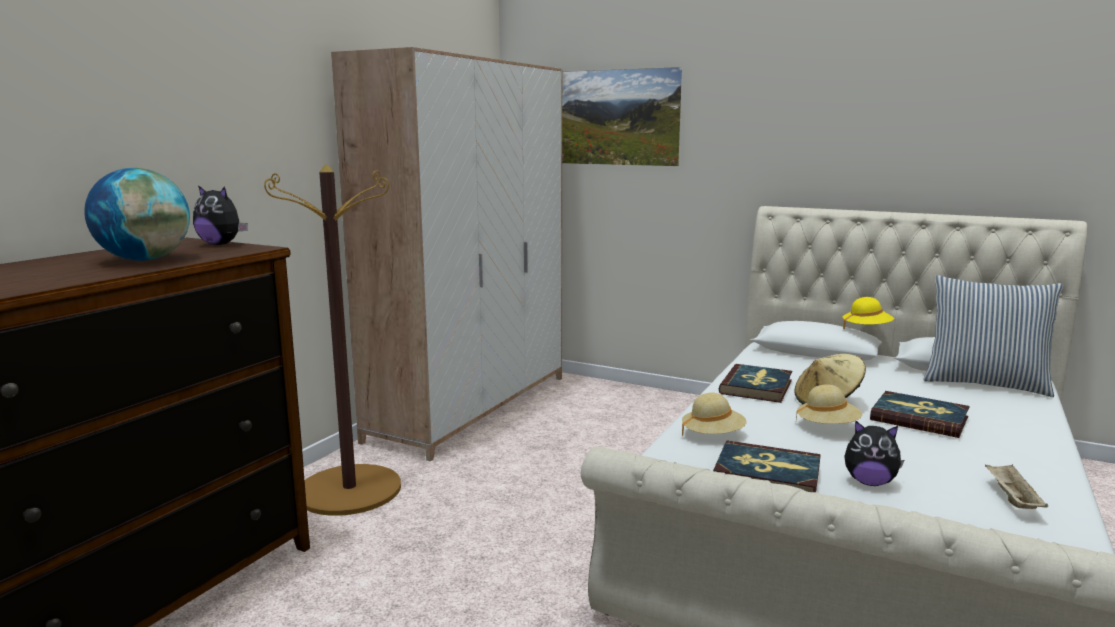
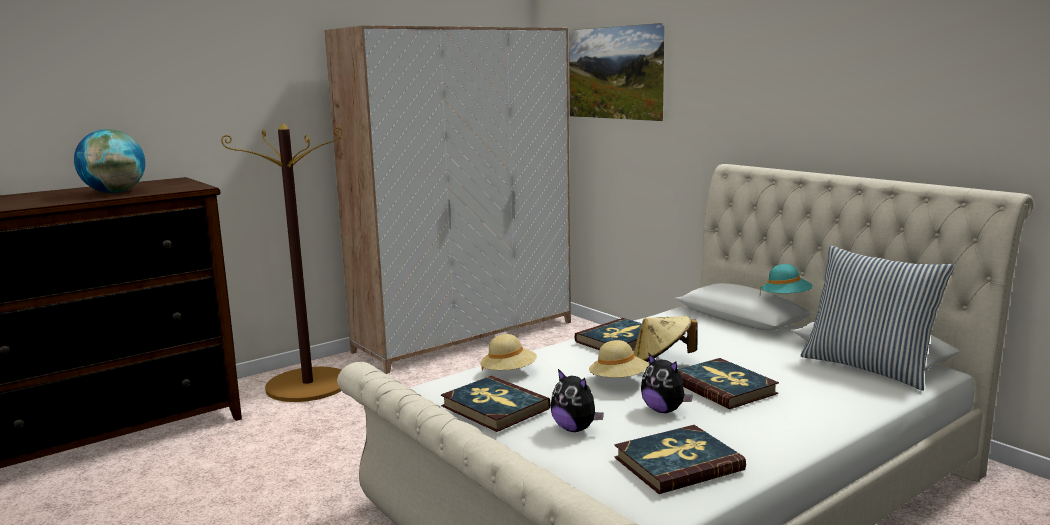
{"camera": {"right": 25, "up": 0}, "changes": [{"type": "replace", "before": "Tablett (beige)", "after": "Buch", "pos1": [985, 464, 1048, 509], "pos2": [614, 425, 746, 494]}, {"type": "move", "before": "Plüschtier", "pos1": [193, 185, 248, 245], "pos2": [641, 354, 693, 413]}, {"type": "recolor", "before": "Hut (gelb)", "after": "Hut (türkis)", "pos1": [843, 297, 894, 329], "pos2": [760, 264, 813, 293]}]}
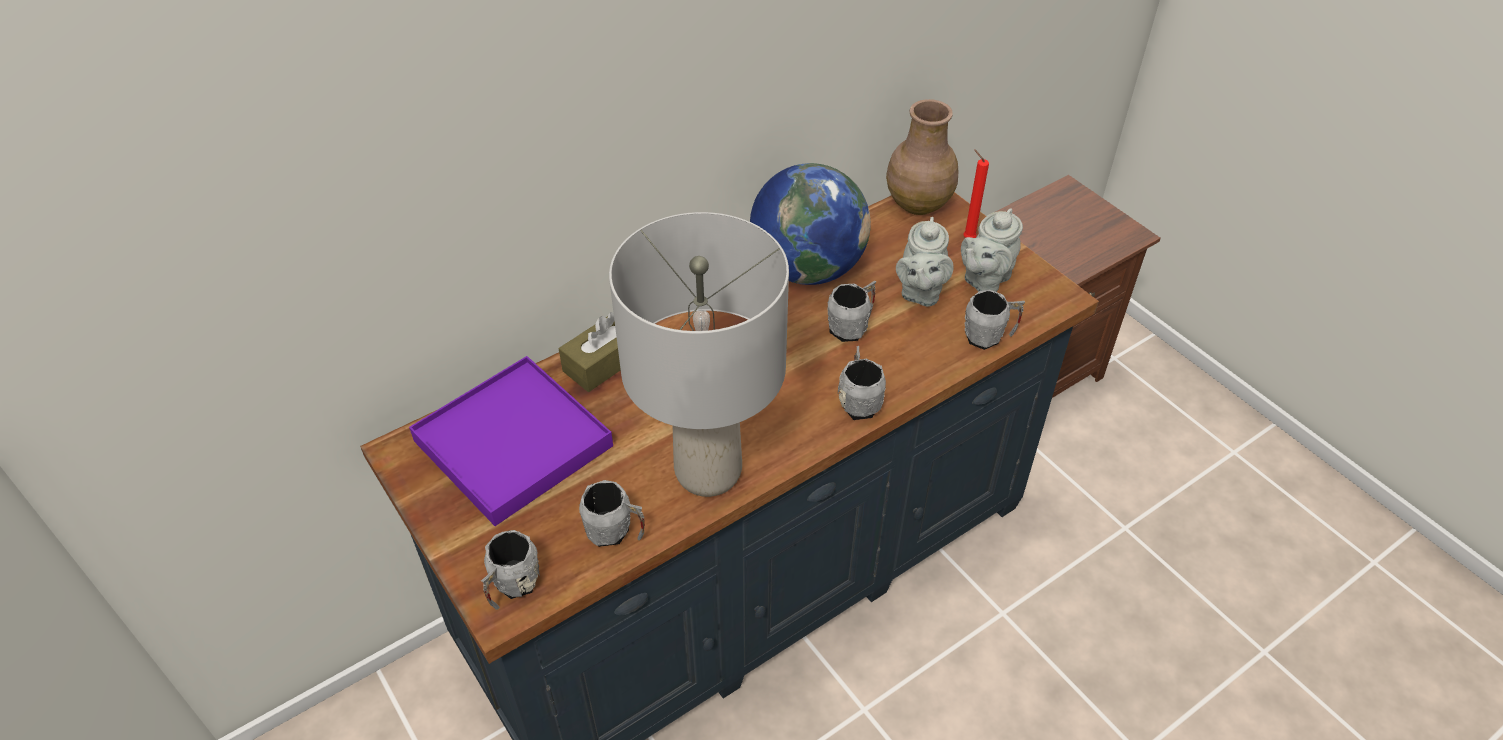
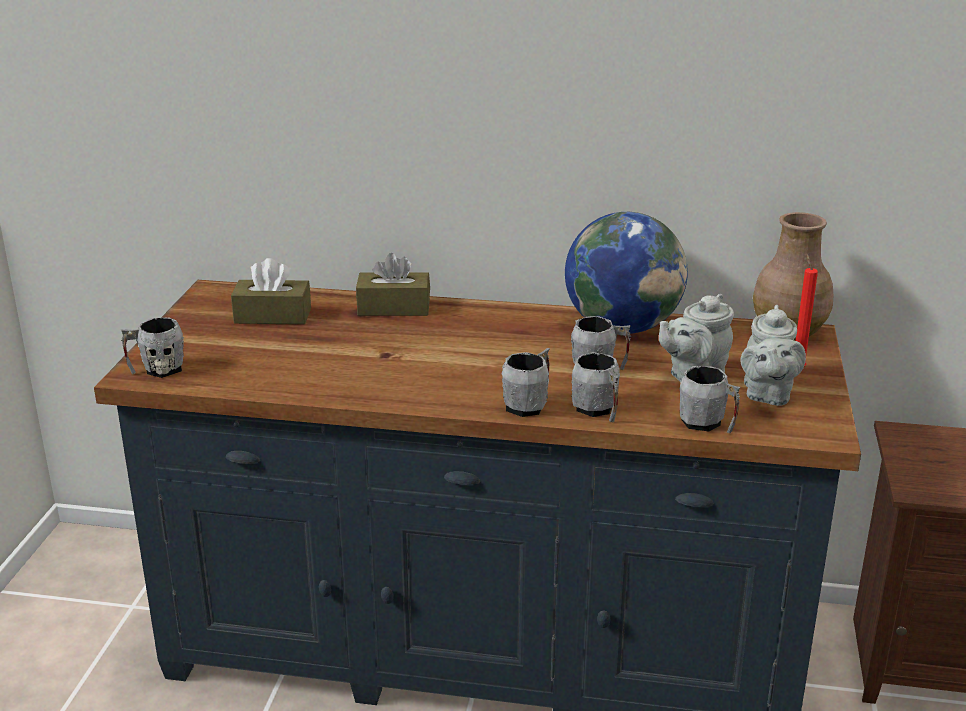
{"camera": {"right": 45, "up": -20}, "changes": [{"type": "replace", "before": "Tablett (lila)", "after": "Taschentuchbox (braun)", "pos1": [409, 356, 613, 526], "pos2": [231, 258, 311, 325]}, {"type": "move", "before": "Henkelbecher (grau)", "pos1": [579, 480, 645, 547], "pos2": [571, 352, 620, 422]}, {"type": "rotate", "before": "Teekanne (grau)", "pos1": [961, 209, 1023, 292], "pos2": [741, 305, 806, 406], "turn": -75}, {"type": "delete", "before": "Tischlampe (grau)", "pos1": [609, 212, 789, 497]}]}
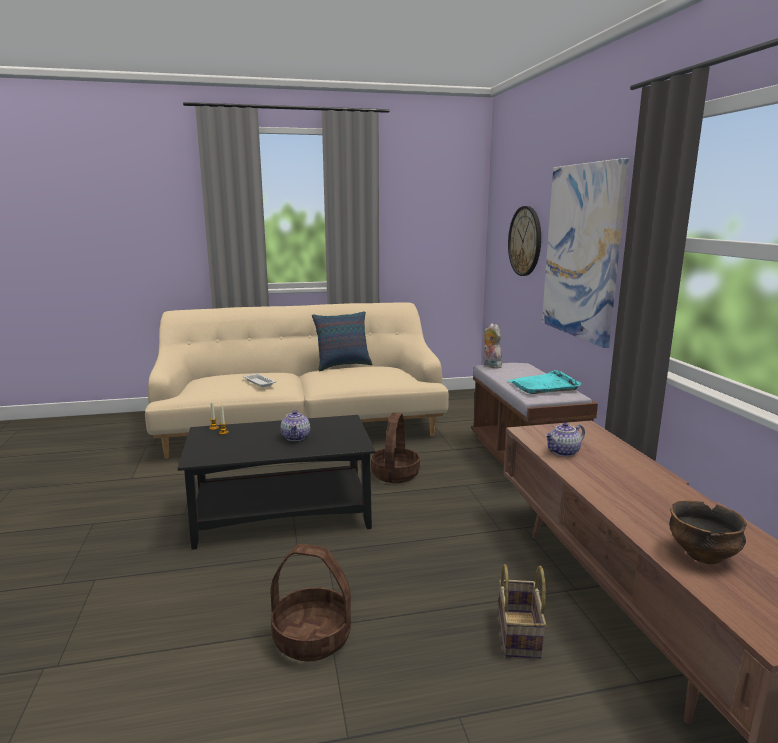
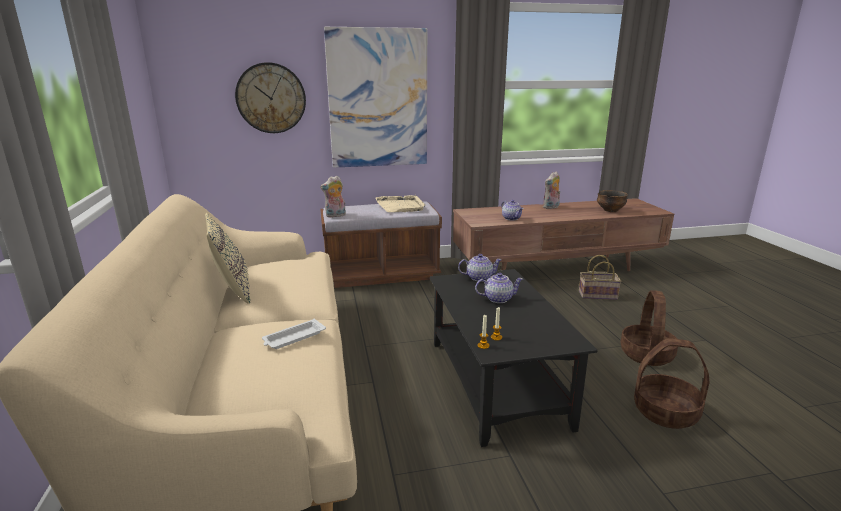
{"camera": {"right": -90, "up": 5}, "changes": [{"type": "recolor", "before": "Kissen (blau)", "after": "Kissen (beige)", "pos1": [312, 311, 373, 372], "pos2": [205, 213, 250, 304]}, {"type": "recolor", "before": "Tablett (türkis)", "after": "Tablett (beige)", "pos1": [508, 370, 582, 394], "pos2": [375, 195, 426, 212]}, {"type": "insert", "after": "Teekanne", "pos2": [458, 254, 502, 282]}, {"type": "insert", "after": "Plüschtier", "pos2": [543, 171, 560, 209]}, {"type": "move", "before": "Korb", "pos1": [371, 413, 420, 483], "pos2": [634, 338, 709, 429]}]}
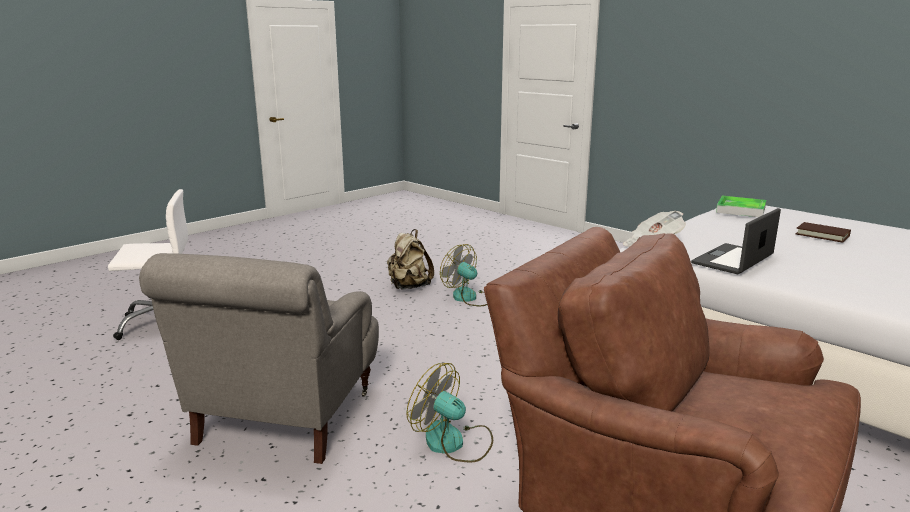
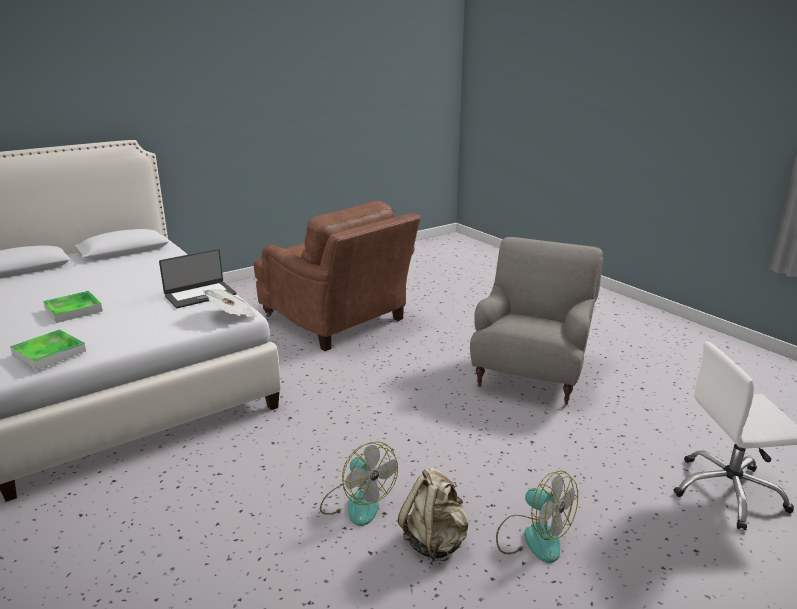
{"camera": {"right": -170, "up": 5}, "changes": [{"type": "replace", "before": "Buch (braun)", "after": "Tablett", "pos1": [796, 222, 851, 243], "pos2": [43, 291, 103, 323]}, {"type": "move", "before": "Ventilator", "pos1": [406, 363, 493, 463], "pos2": [496, 470, 578, 563]}]}
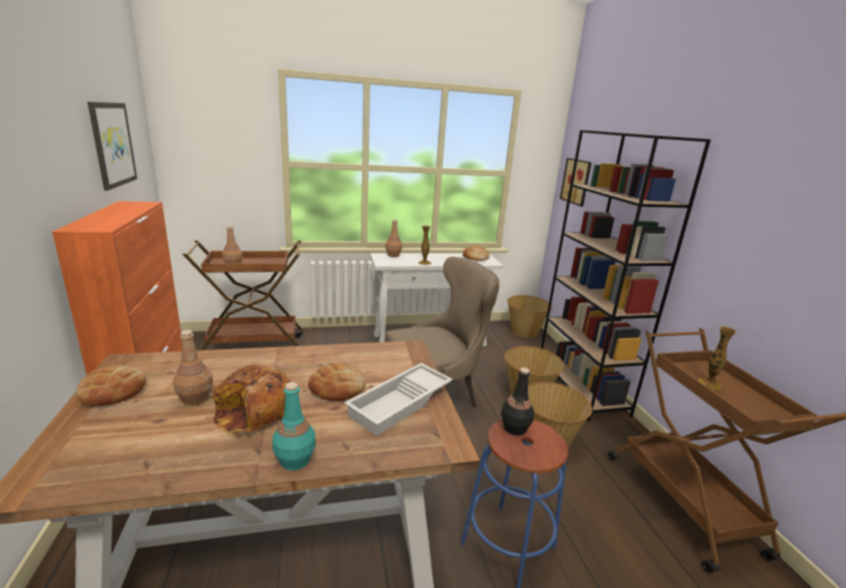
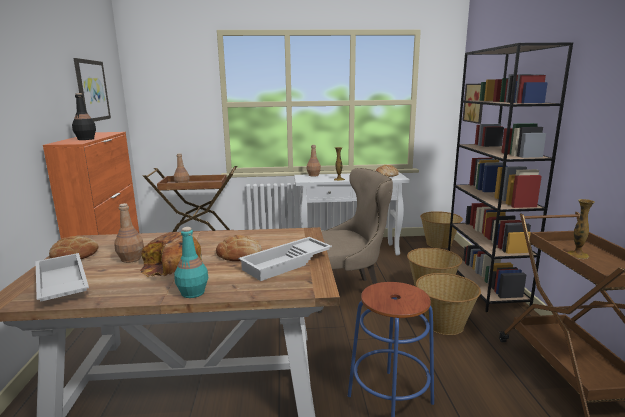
{"camera": {"right": 10, "up": -5}, "changes": [{"type": "insert", "after": "Tablett (weiß)", "pos2": [35, 253, 89, 302]}, {"type": "move", "before": "Flasche (schwarz)", "pos1": [501, 367, 534, 436], "pos2": [72, 93, 96, 140]}]}
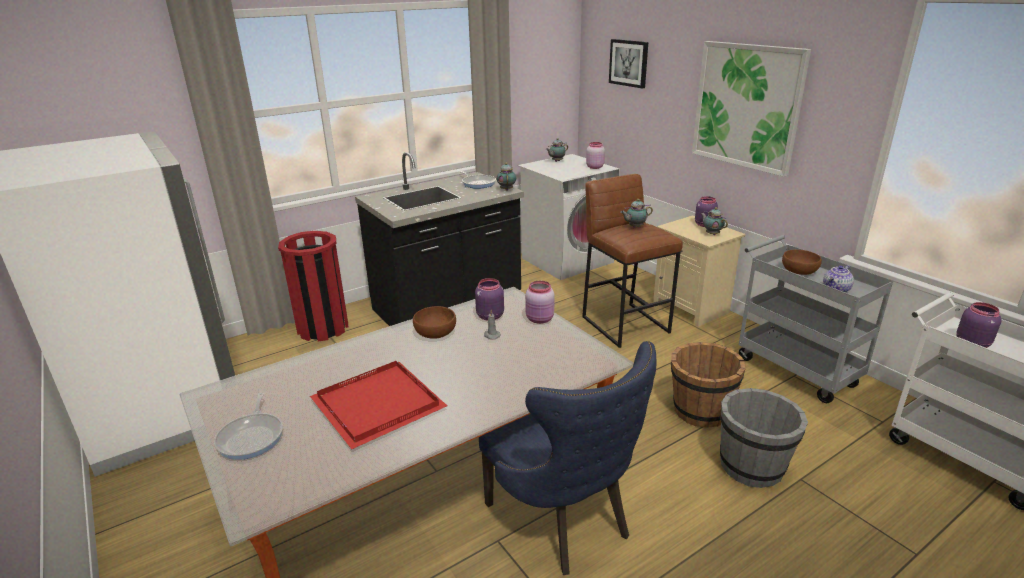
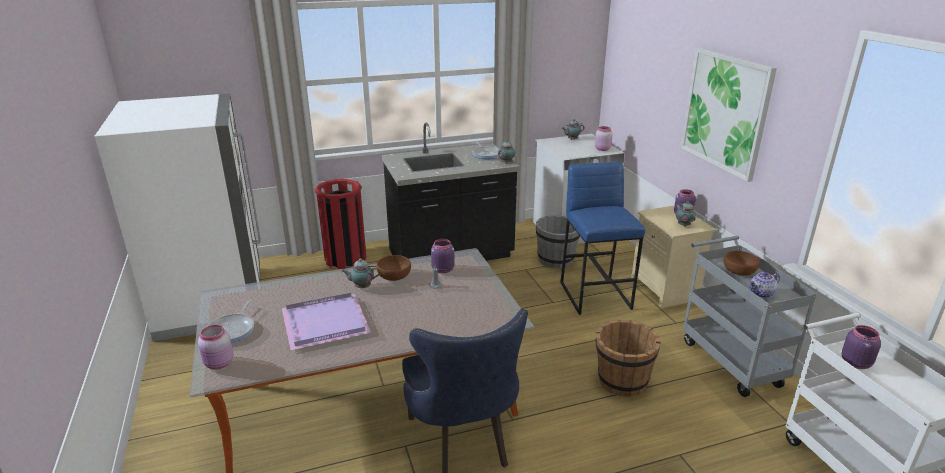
{"camera": {"right": 15, "up": 0}, "changes": [{"type": "move", "before": "Vorratsglas (rosa)", "pos1": [525, 281, 555, 324], "pos2": [198, 325, 233, 370]}, {"type": "recolor", "before": "Tablett (rot)", "after": "Tablett (lila)", "pos1": [310, 361, 447, 449], "pos2": [281, 293, 371, 350]}, {"type": "move", "before": "Teekanne", "pos1": [620, 199, 653, 228], "pos2": [341, 258, 381, 288]}, {"type": "move", "before": "Eimer (grau)", "pos1": [720, 388, 808, 488], "pos2": [536, 215, 580, 268]}, {"type": "recolor", "before": "Hocker (braun)", "after": "Hocker (blau)", "pos1": [582, 174, 683, 348], "pos2": [560, 162, 645, 315]}, {"type": "delete", "before": "Bild", "pos1": [609, 39, 648, 88]}]}
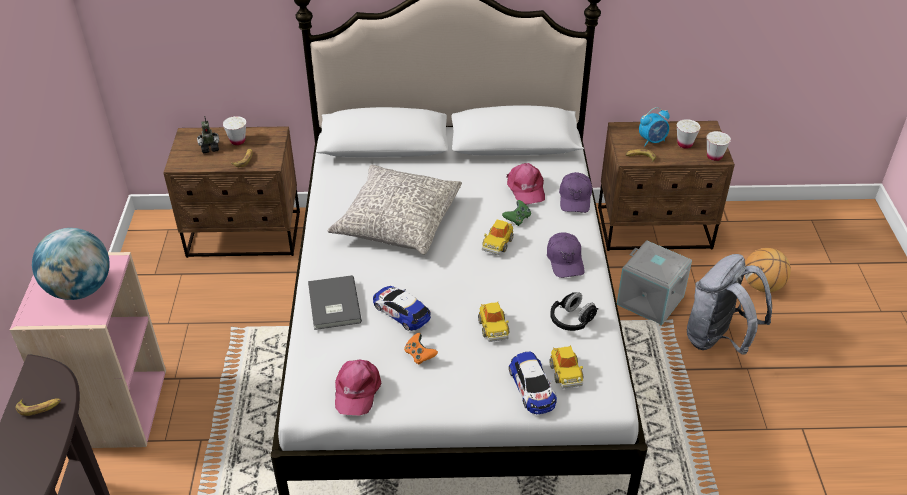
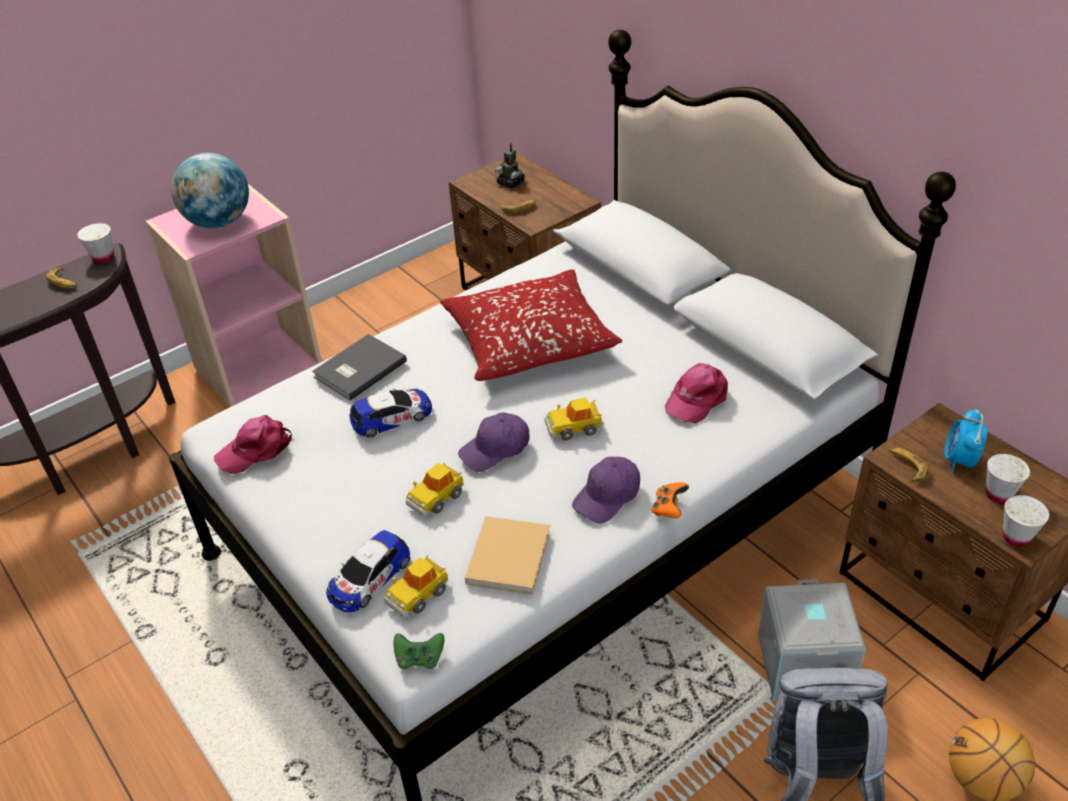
{"camera": {"right": 55, "up": 0}, "changes": [{"type": "move", "before": "Tasse (weiß)", "pos1": [223, 116, 246, 145], "pos2": [77, 223, 114, 263]}, {"type": "rotate", "before": "Spielzeugauto", "pos1": [373, 286, 431, 331], "pos2": [349, 389, 432, 438], "turn": 60}, {"type": "move", "before": "Gamepad (grün)", "pos1": [502, 200, 531, 226], "pos2": [393, 633, 444, 669]}, {"type": "recolor", "before": "Kissen (grau)", "after": "Kissen (rot)", "pos1": [328, 164, 462, 255], "pos2": [440, 269, 622, 381]}, {"type": "move", "before": "Kappe (lila)", "pos1": [559, 172, 592, 213], "pos2": [458, 412, 529, 472]}, {"type": "replace", "before": "Kopfhörer (schwarz)", "after": "Buch (beige)", "pos1": [550, 292, 599, 331], "pos2": [465, 516, 550, 594]}, {"type": "move", "before": "Gamepad (orange)", "pos1": [404, 333, 438, 365], "pos2": [651, 482, 689, 518]}, {"type": "rotate", "before": "Wecker", "pos1": [639, 107, 670, 146], "pos2": [945, 408, 987, 472], "turn": 75}]}
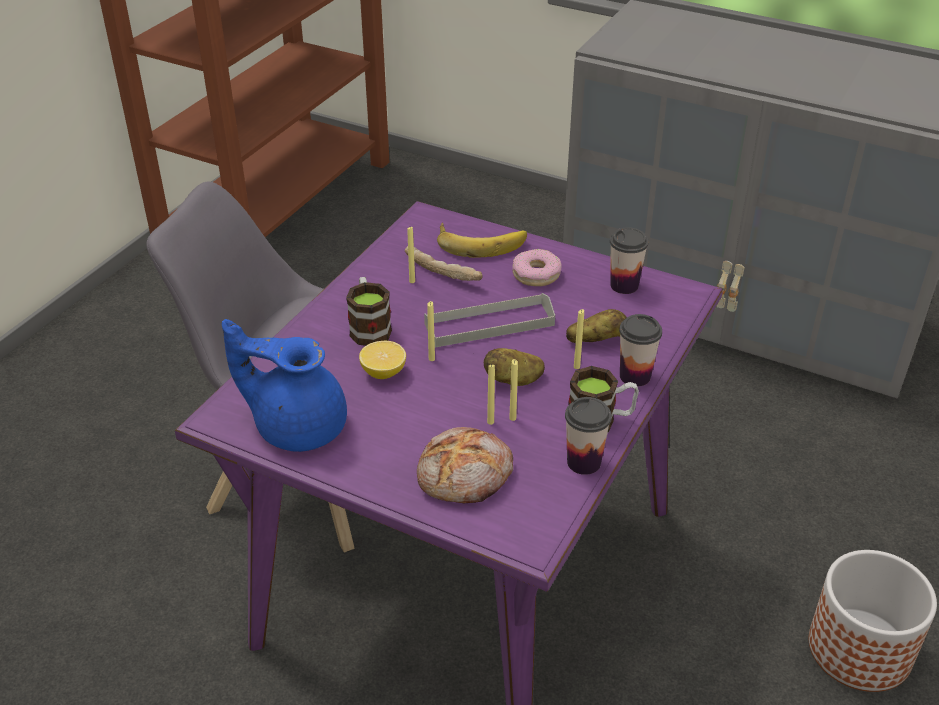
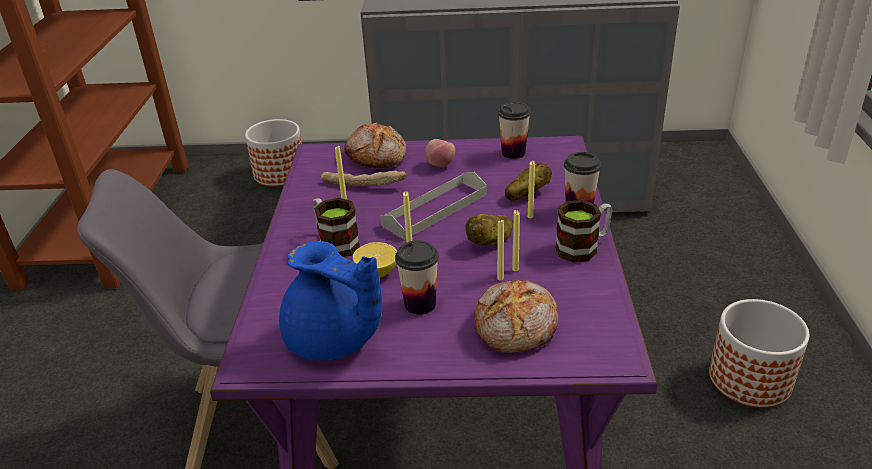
{"camera": {"right": -25, "up": -5}, "changes": [{"type": "insert", "after": "Pflanzkübel", "pos2": [245, 119, 302, 187]}, {"type": "rotate", "before": "Teekanne (blau)", "pos1": [222, 319, 347, 452], "pos2": [279, 241, 382, 361], "turn": -135}, {"type": "replace", "before": "Banane", "after": "Brot", "pos1": [437, 222, 527, 258], "pos2": [344, 123, 406, 168]}, {"type": "move", "before": "Tasse", "pos1": [565, 397, 612, 475], "pos2": [395, 240, 439, 315]}, {"type": "replace", "before": "Donut", "after": "Apfel", "pos1": [512, 249, 562, 286], "pos2": [425, 139, 455, 167]}]}
